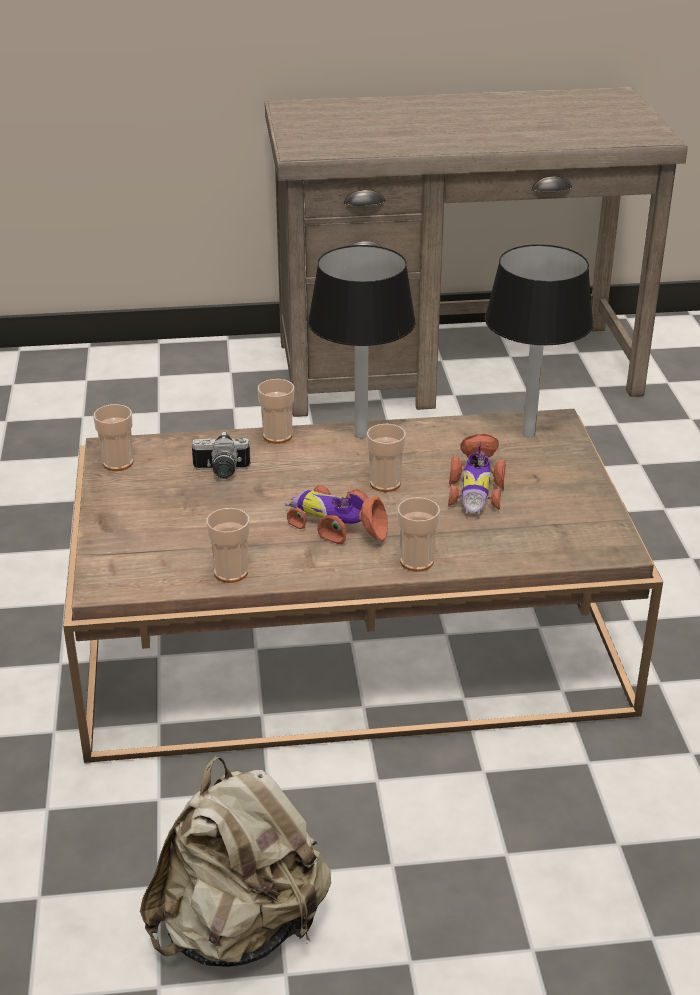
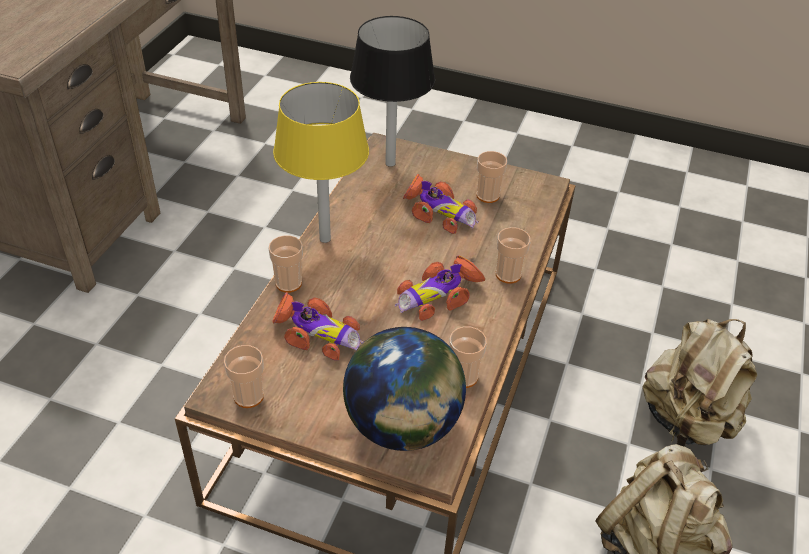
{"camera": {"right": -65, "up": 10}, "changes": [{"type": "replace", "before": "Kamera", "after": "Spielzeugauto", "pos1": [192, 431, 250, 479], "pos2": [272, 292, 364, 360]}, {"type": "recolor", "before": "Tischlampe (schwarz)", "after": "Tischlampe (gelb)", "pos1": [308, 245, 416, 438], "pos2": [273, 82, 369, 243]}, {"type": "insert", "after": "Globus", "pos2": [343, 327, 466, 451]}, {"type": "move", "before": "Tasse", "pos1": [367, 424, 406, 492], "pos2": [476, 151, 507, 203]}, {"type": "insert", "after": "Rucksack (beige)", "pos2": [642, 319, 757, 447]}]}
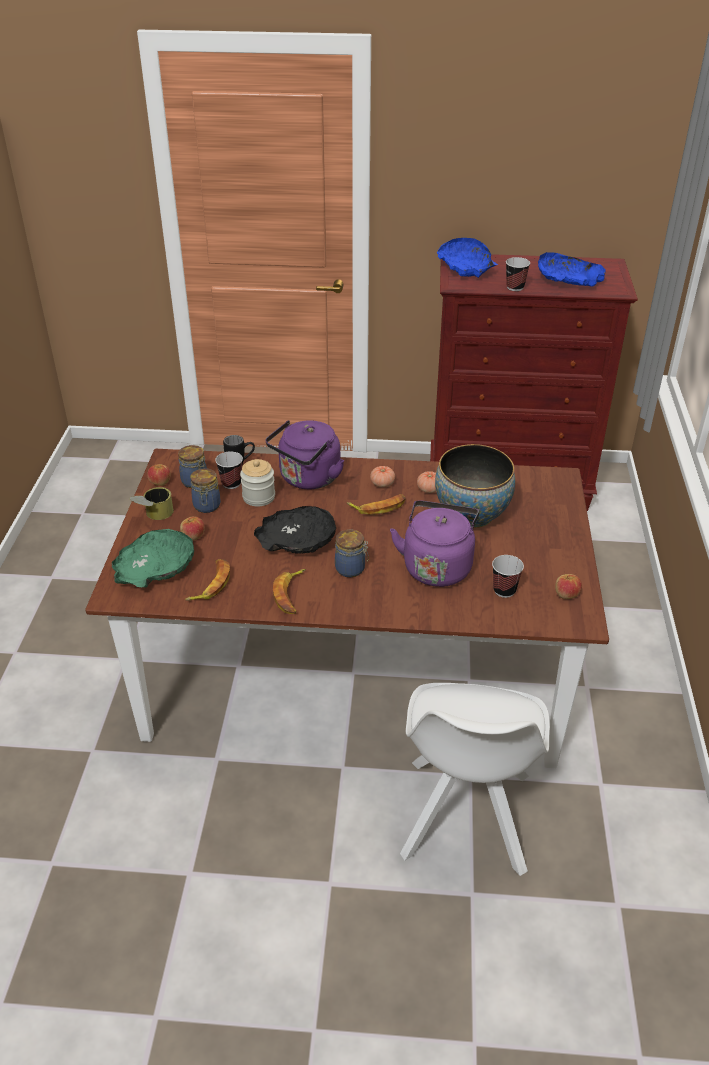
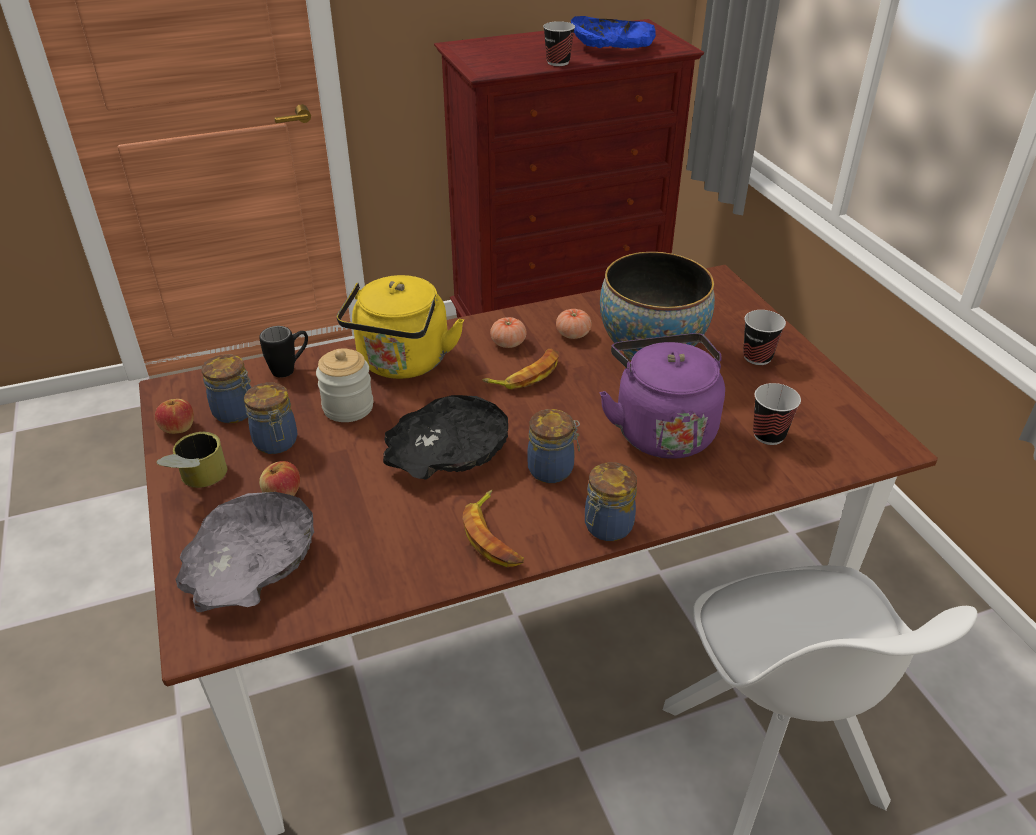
{"camera": {"right": -25, "up": 0}, "changes": [{"type": "recolor", "before": "Schüssel (grün)", "after": "Schüssel (grau)", "pos1": [112, 529, 194, 587], "pos2": [175, 492, 314, 612]}, {"type": "recolor", "before": "Wasserkessel (lila)", "after": "Wasserkessel (gelb)", "pos1": [265, 420, 344, 489], "pos2": [337, 275, 464, 379]}, {"type": "insert", "after": "Vorratsglas", "pos2": [585, 462, 637, 541]}, {"type": "move", "before": "Tasse", "pos1": [215, 451, 243, 489], "pos2": [743, 310, 786, 365]}, {"type": "delete", "before": "Banane", "pos1": [185, 559, 230, 601]}, {"type": "delete", "before": "Schüssel (blau)", "pos1": [437, 238, 498, 278]}, {"type": "delete", "before": "Apfel", "pos1": [555, 574, 582, 599]}]}
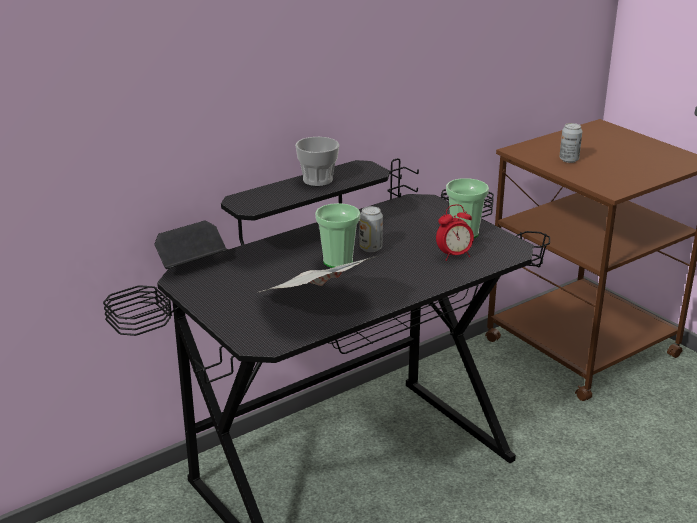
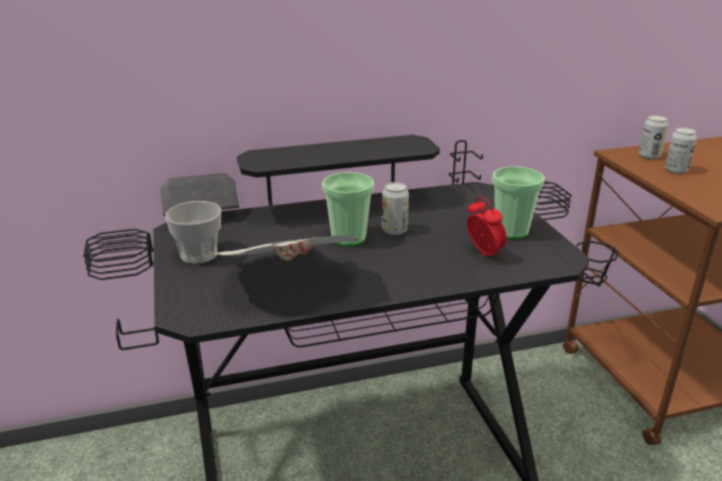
{"camera": {"right": 20, "up": 0}, "changes": [{"type": "move", "before": "Tasse", "pos1": [295, 137, 339, 186], "pos2": [165, 201, 221, 264]}, {"type": "rotate", "before": "Wecker", "pos1": [436, 204, 474, 261], "pos2": [467, 196, 507, 258], "turn": -120}, {"type": "insert", "after": "Dose", "pos2": [639, 115, 668, 159]}]}
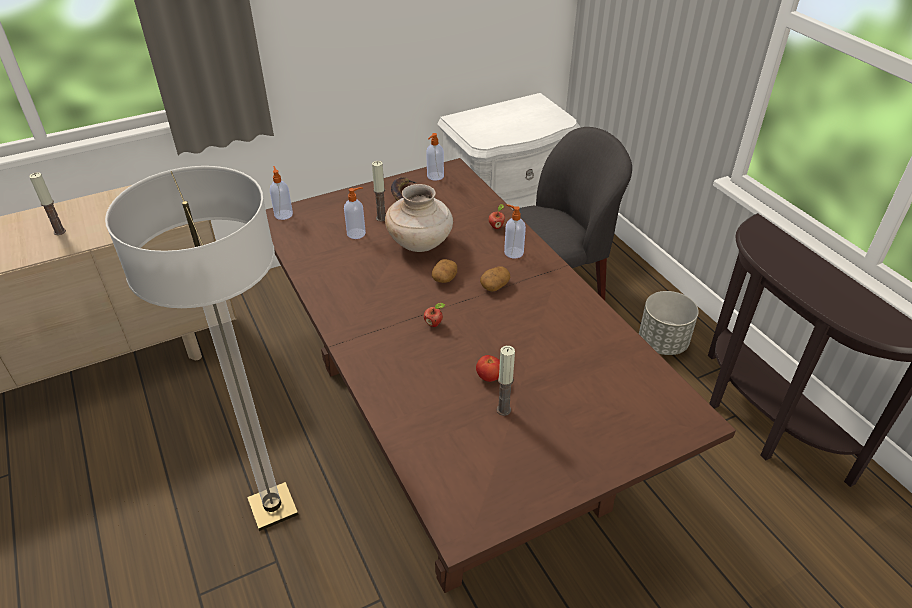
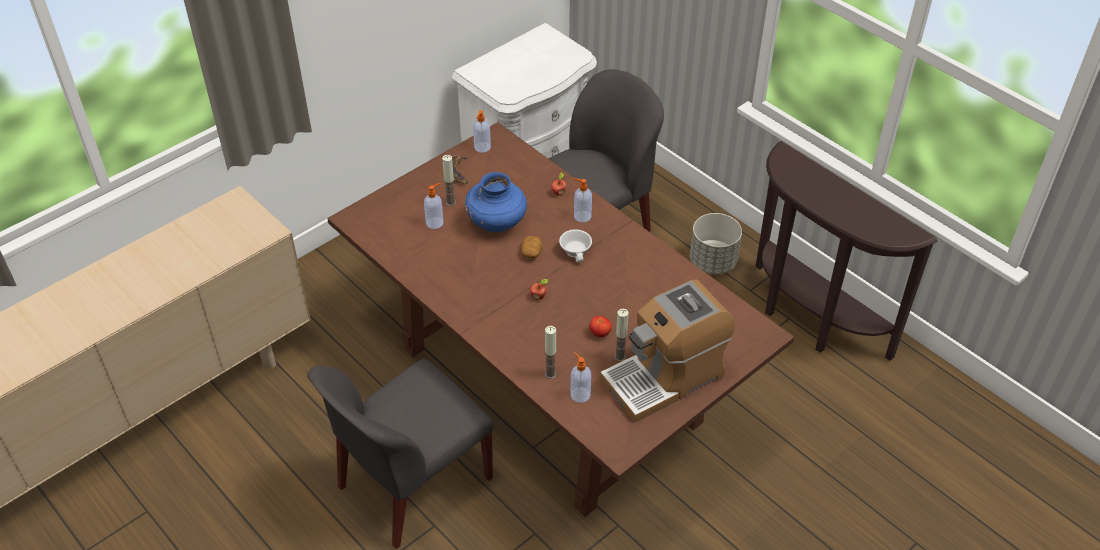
{"camera": {"right": -15, "up": 5}, "changes": [{"type": "replace", "before": "Stehlampe", "after": "Stuhl (grau)", "pos1": [105, 166, 299, 531], "pos2": [307, 358, 494, 549]}, {"type": "recolor", "before": "Vase (beige)", "after": "Vase (blau)", "pos1": [385, 184, 453, 252], "pos2": [465, 172, 527, 232]}, {"type": "move", "before": "Kerze", "pos1": [29, 172, 66, 235], "pos2": [544, 326, 557, 379]}, {"type": "replace", "before": "Kartoffel", "after": "Tasse (weiß)", "pos1": [480, 266, 510, 292], "pos2": [559, 229, 592, 262]}, {"type": "move", "before": "Seifenspender", "pos1": [270, 166, 293, 220], "pos2": [571, 352, 591, 403]}, {"type": "insert", "after": "Kaffeemaschine", "pos2": [600, 279, 735, 422]}]}
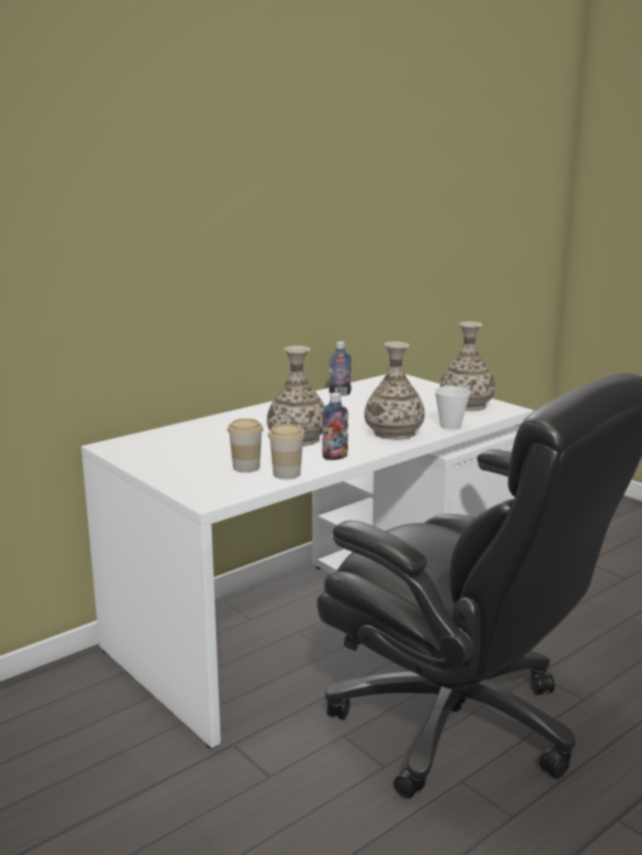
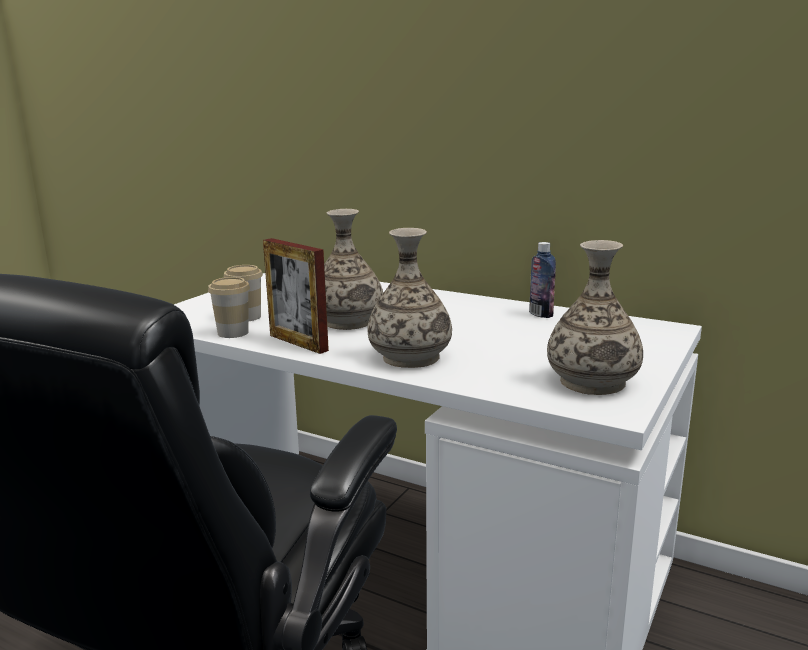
{"camera": {"right": 70, "up": 0}, "changes": [{"type": "replace", "before": "Flasche", "after": "Bilderrahmen", "pos1": [322, 393, 348, 460], "pos2": [263, 238, 329, 354]}, {"type": "delete", "before": "Tasse", "pos1": [434, 386, 470, 430]}]}
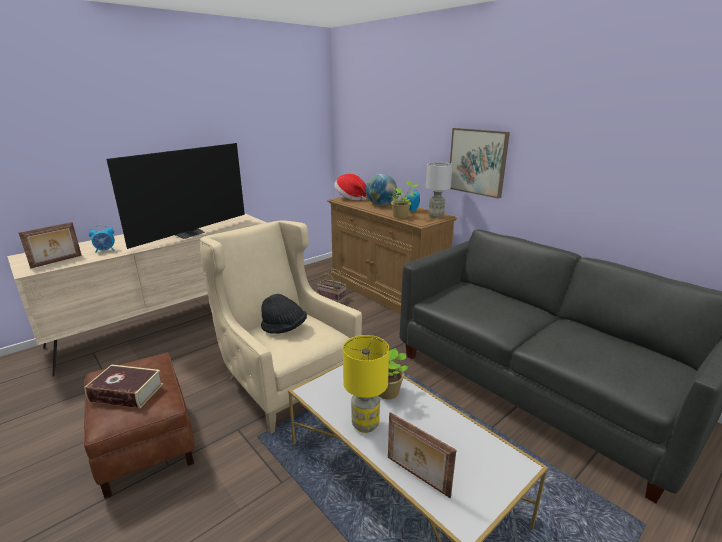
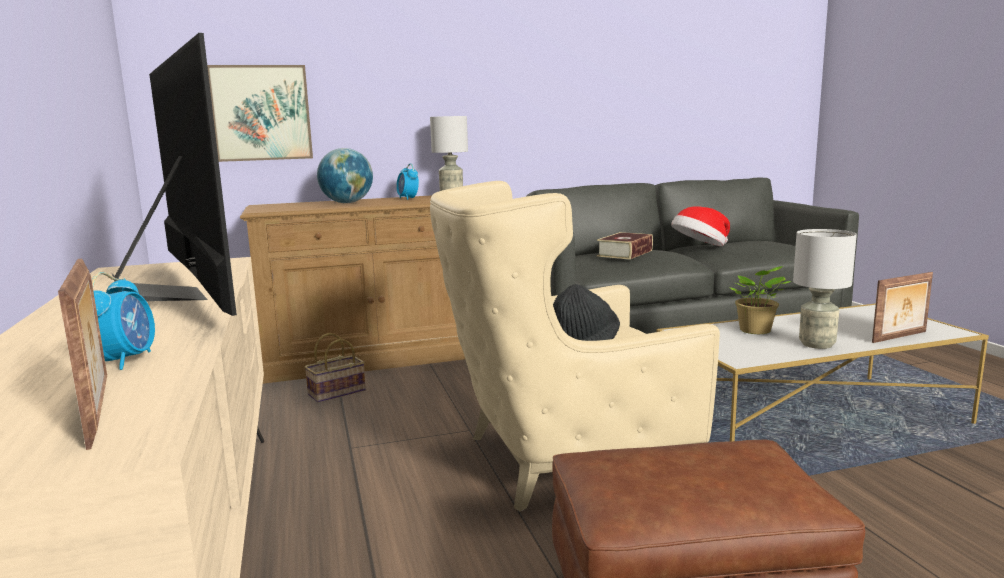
{"camera": {"right": -65, "up": -10}, "changes": [{"type": "move", "before": "Bild", "pos1": [450, 128, 510, 199], "pos2": [207, 65, 313, 162]}, {"type": "move", "before": "Buch", "pos1": [84, 364, 163, 408], "pos2": [597, 232, 653, 259]}, {"type": "move", "before": "Hut", "pos1": [334, 174, 367, 201], "pos2": [671, 206, 730, 246]}, {"type": "recolor", "before": "Tischlampe (gelb)", "after": "Tischlampe (grau)", "pos1": [343, 335, 389, 433], "pos2": [793, 229, 857, 349]}, {"type": "delete", "before": "Topfpflanze", "pos1": [391, 181, 420, 219]}]}
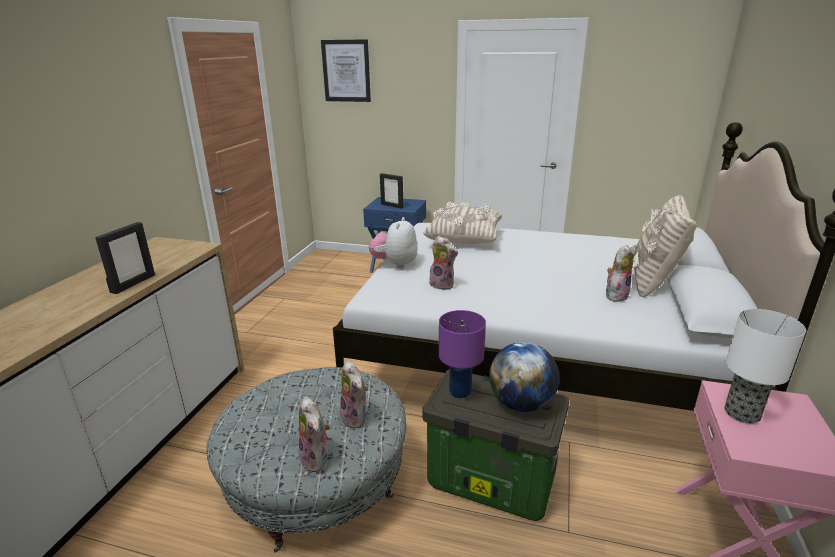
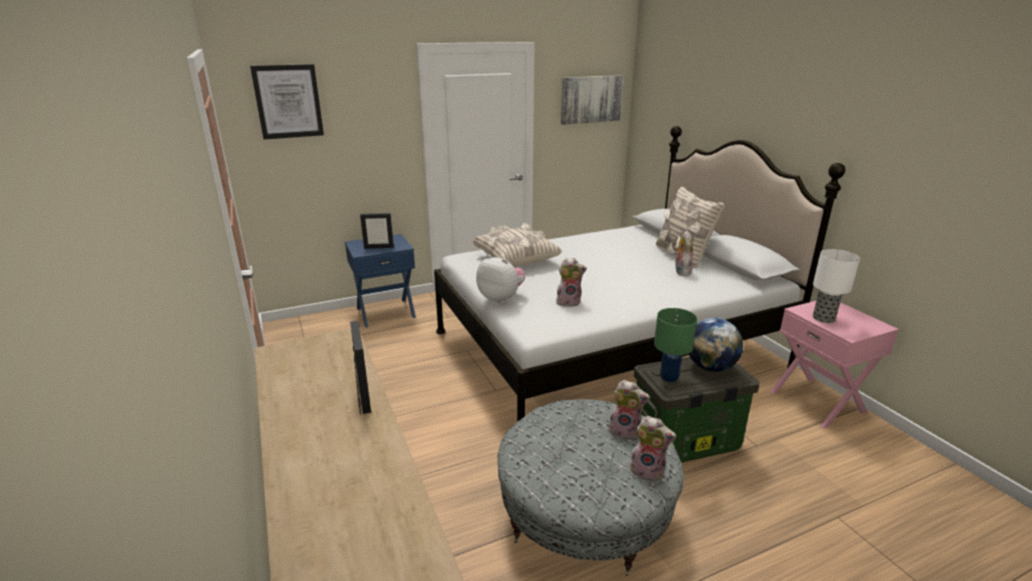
{"camera": {"right": -40, "up": 0}, "changes": [{"type": "rotate", "before": "Plüschtier", "pos1": [369, 217, 418, 269], "pos2": [476, 254, 525, 304], "turn": 150}, {"type": "insert", "after": "Bild", "pos2": [561, 75, 624, 125]}, {"type": "recolor", "before": "Tischlampe (lila)", "after": "Tischlampe (grün)", "pos1": [439, 310, 486, 398], "pos2": [654, 308, 697, 382]}]}
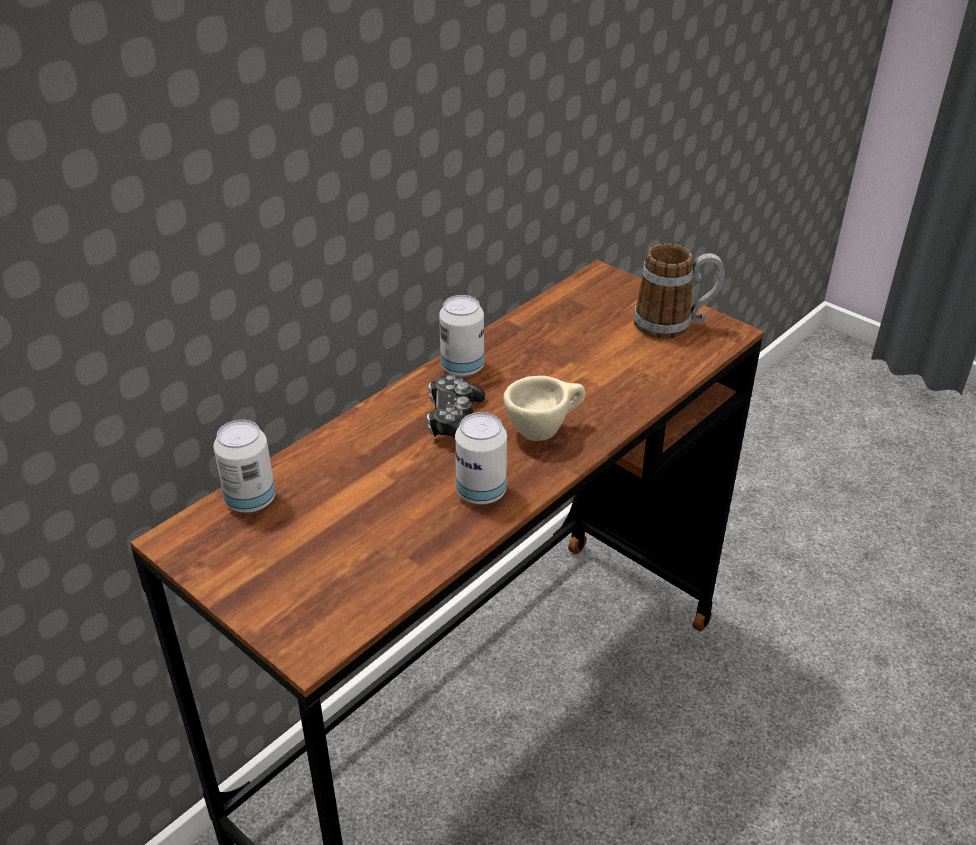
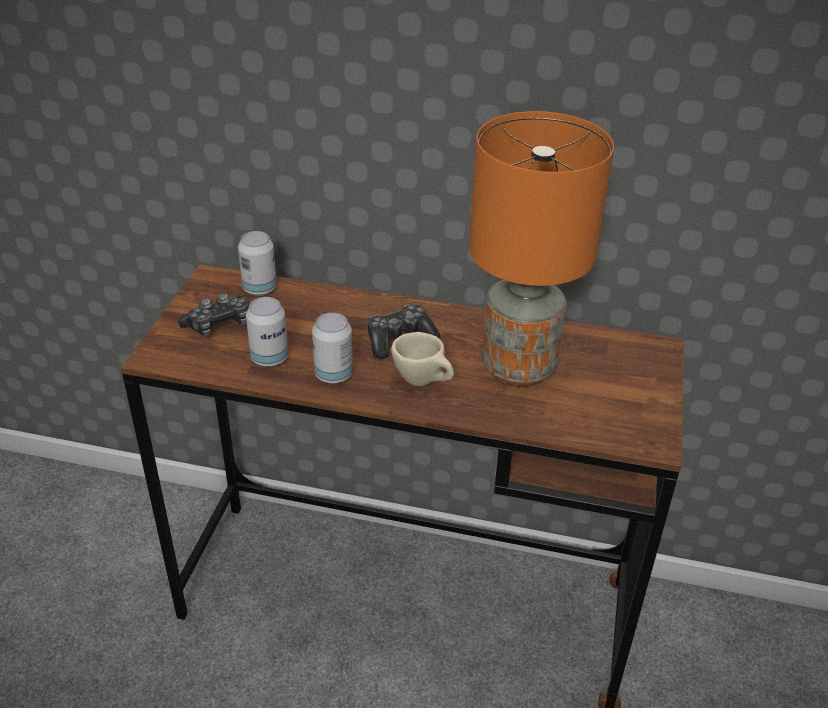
{"camera": {"right": 60, "up": 0}, "changes": [{"type": "insert", "after": "Gamepad", "pos2": [178, 293, 249, 337]}, {"type": "move", "before": "Dose", "pos1": [439, 295, 484, 377], "pos2": [246, 297, 288, 367]}, {"type": "insert", "after": "Tischlampe (orange)", "pos2": [469, 111, 614, 387]}, {"type": "delete", "before": "Henkelbecher", "pos1": [634, 243, 725, 339]}]}
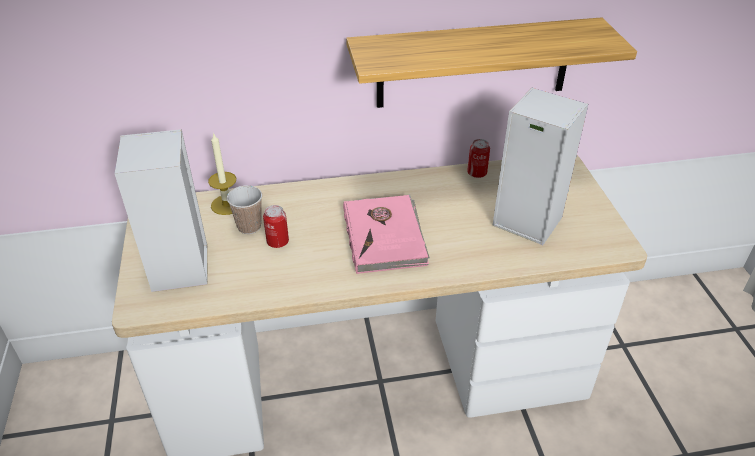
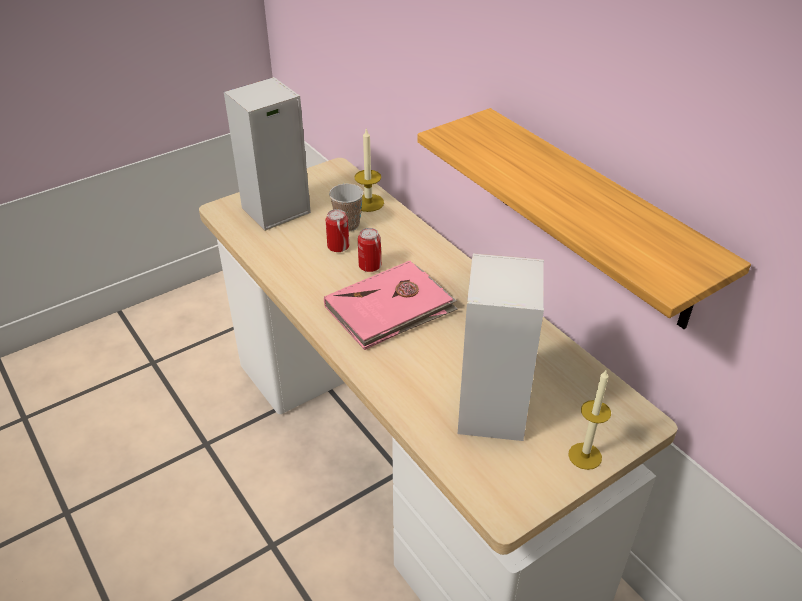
{"camera": {"right": 65, "up": 0}, "changes": [{"type": "move", "before": "Dose", "pos1": [467, 139, 490, 178], "pos2": [358, 228, 381, 272]}, {"type": "insert", "after": "Kerze", "pos2": [568, 370, 611, 470]}]}
